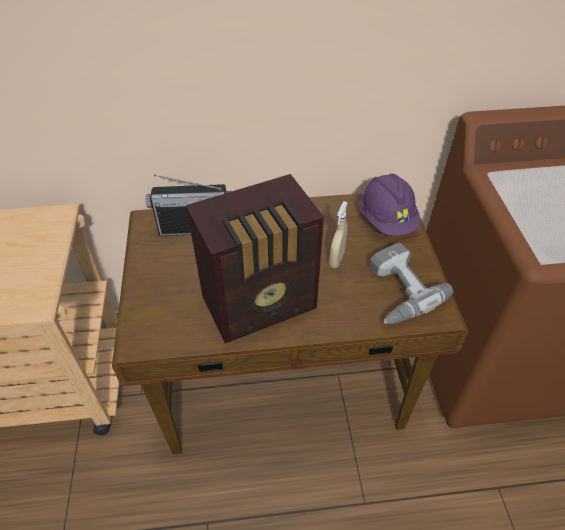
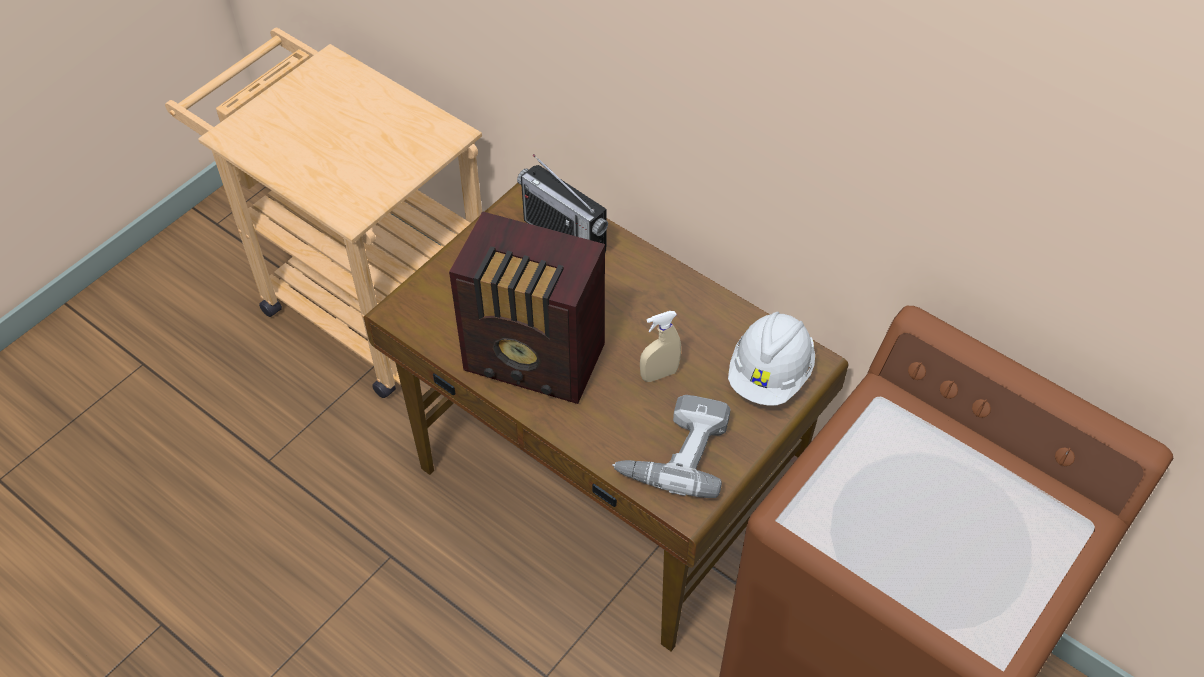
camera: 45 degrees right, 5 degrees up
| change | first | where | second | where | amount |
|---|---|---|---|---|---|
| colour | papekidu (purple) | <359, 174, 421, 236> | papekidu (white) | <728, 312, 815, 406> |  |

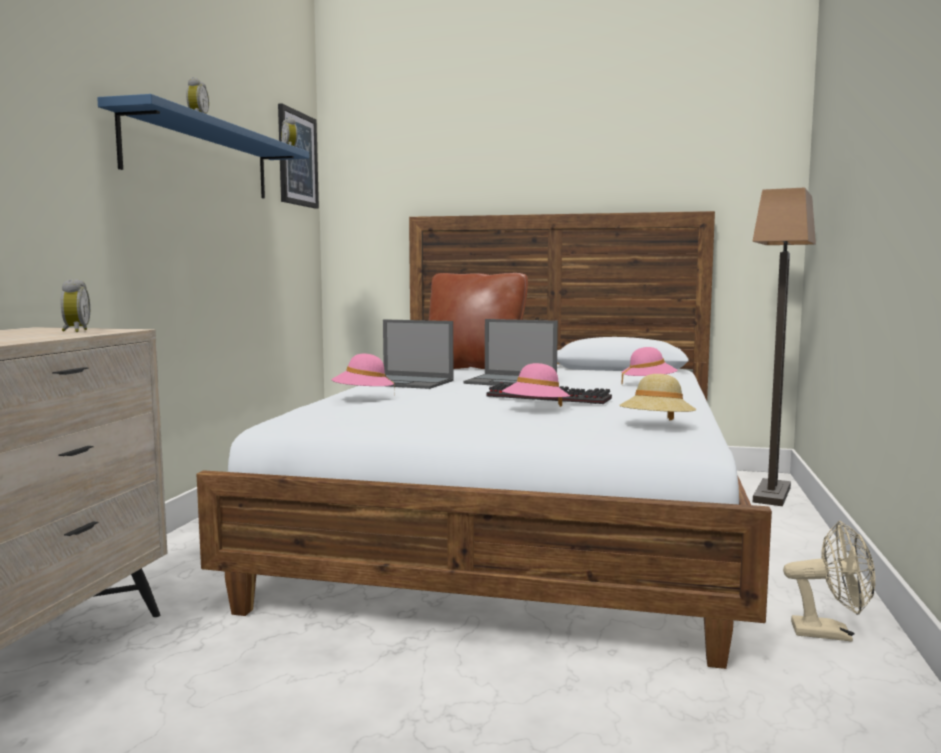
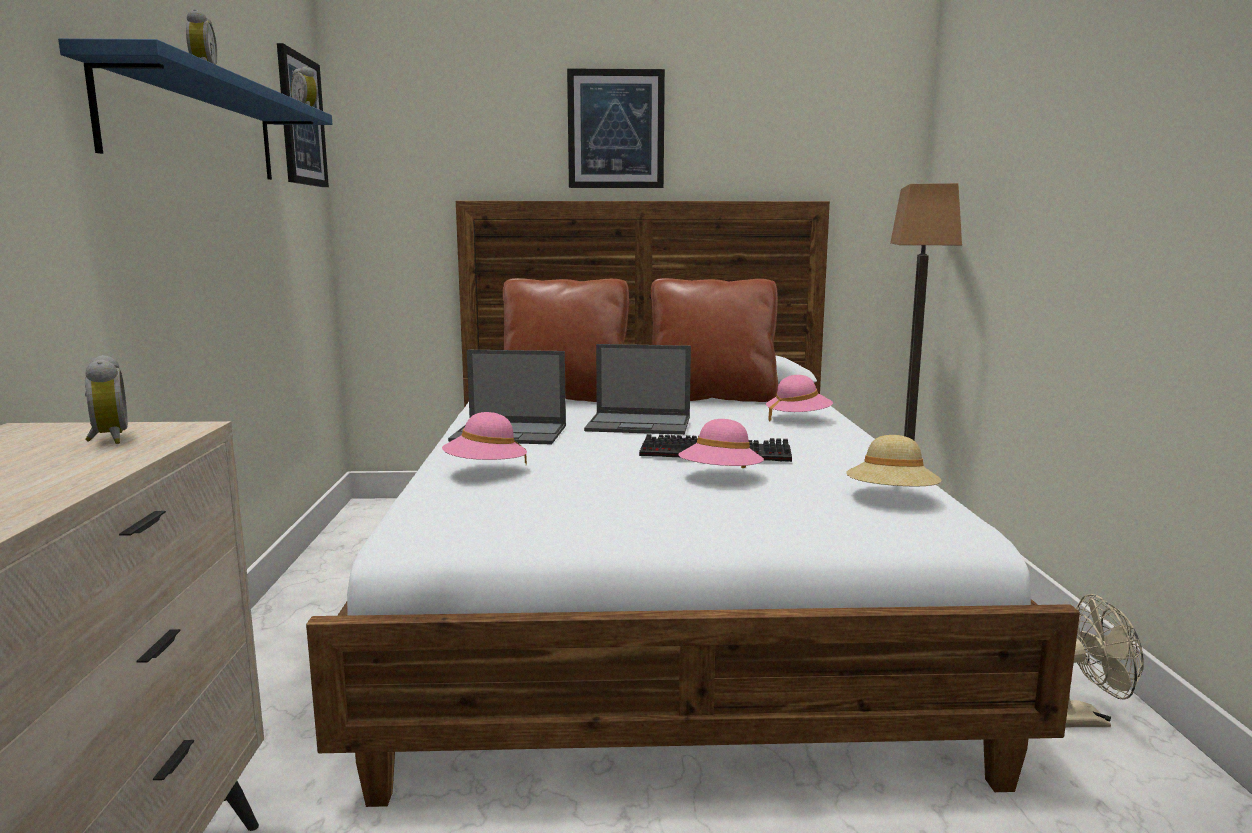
camera: 15 degrees left, 5 degrees up
| change | first | where | second | where | amount |
|---|---|---|---|---|---|
| appeared |  |  | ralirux | <567, 69, 665, 188> |  |
| appeared |  |  | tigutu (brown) | <651, 278, 778, 402> |  |

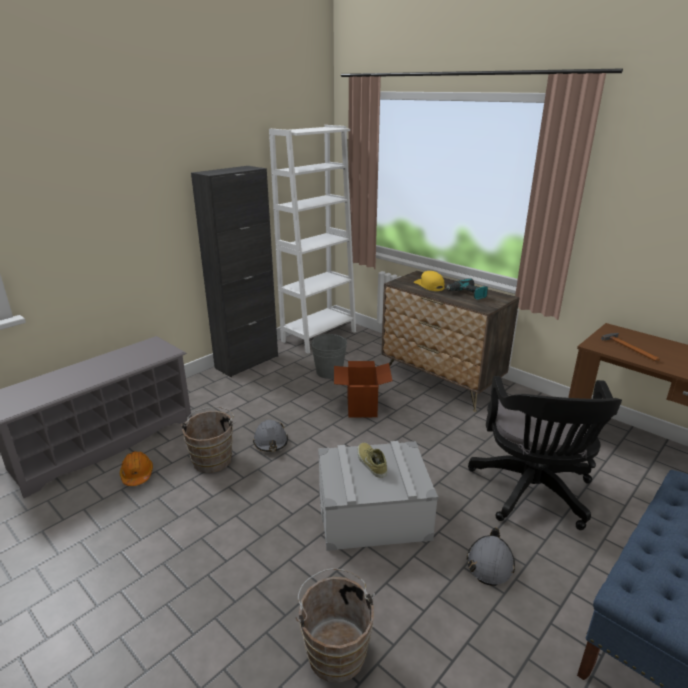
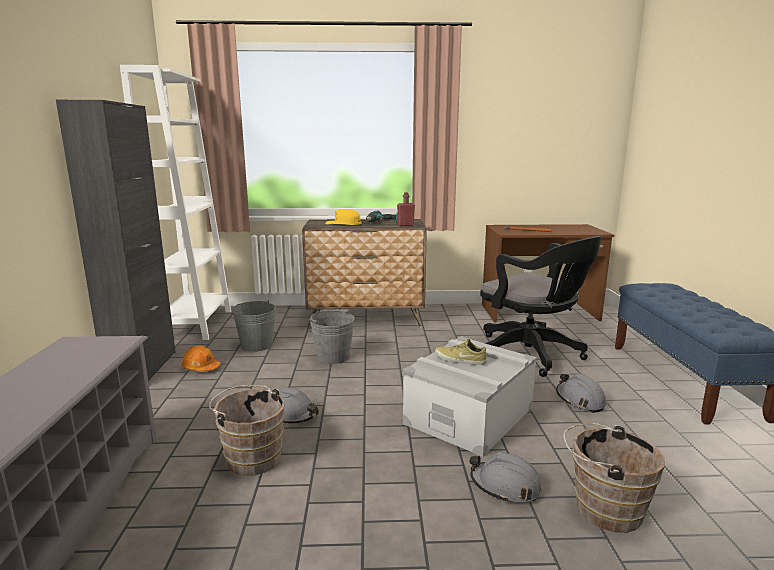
camera: 45 degrees left, 10 degrees down
| change | first | where | second | where | amount |
|---|---|---|---|---|---|
| exchanged | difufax | <334, 361, 392, 418> | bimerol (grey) | <310, 310, 355, 364> |  |
| relocated | papekidu (orange) | <120, 451, 153, 486> |  | <181, 345, 220, 371> |  |
| appeared |  |  | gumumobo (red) | <397, 192, 415, 226> |  |
| appeared |  |  | papekidu (grey) | <470, 452, 542, 503> |  |

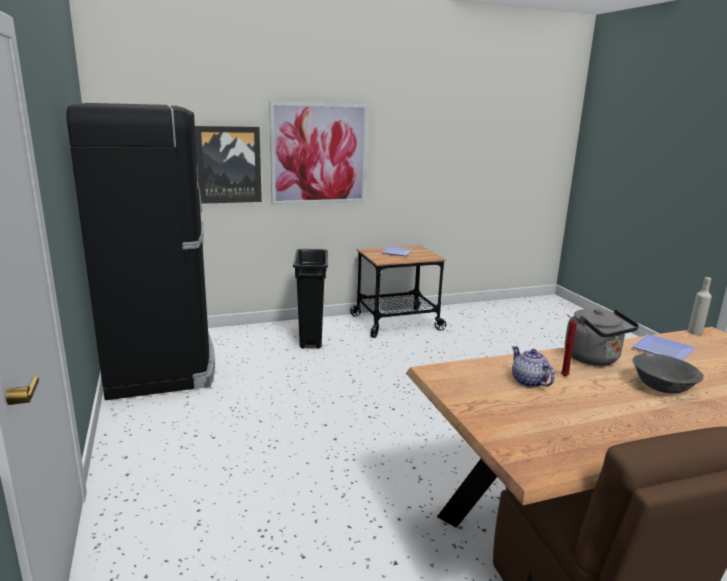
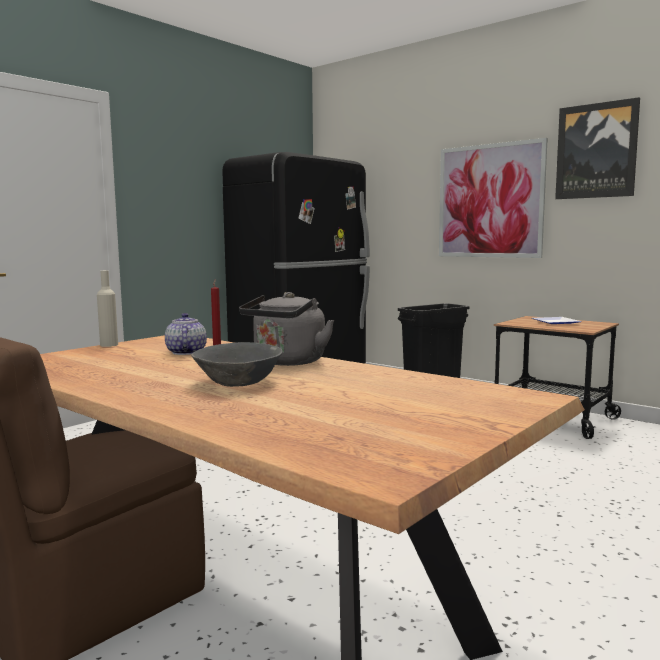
camera: 60 degrees right, 10 degrees down
| change | first | where | second | where | amount |
|---|---|---|---|---|---|
| relocated | ralirux | <195, 126, 262, 204> |  | <555, 97, 640, 199> |  |
| relocated | gumumobo (beige) | <688, 277, 712, 335> |  | <97, 271, 118, 347> |  |
| missing | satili | <632, 334, 696, 361> |  |  |  |
| spun | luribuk | <512, 346, 555, 388> |  | <165, 313, 207, 355> | 45 degrees counterclockwise |

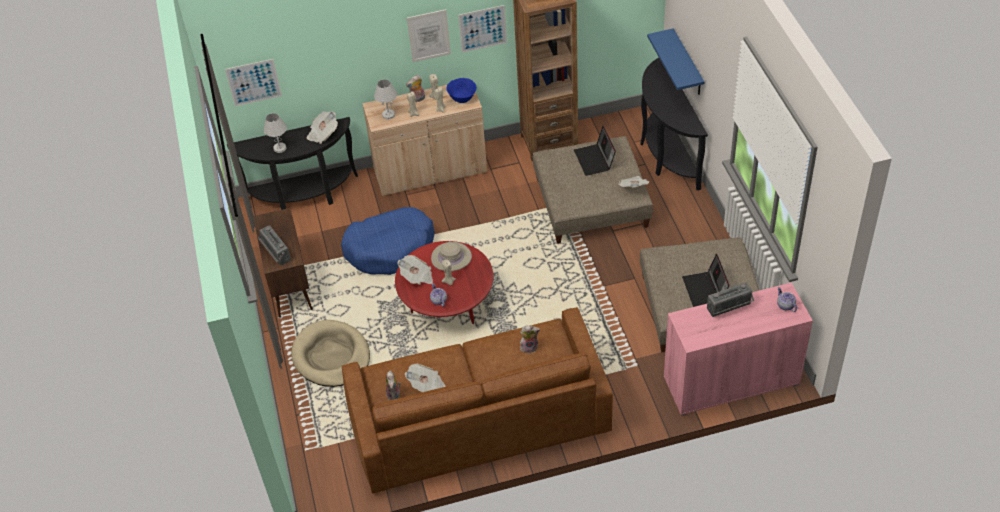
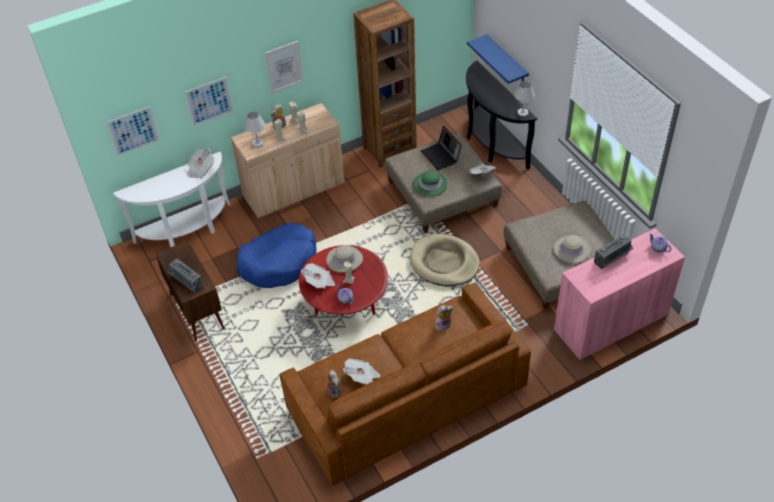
camera: 15 degrees left, 0 degrees up
| change | first | where | second | where | amount |
|---|---|---|---|---|---|
| relocated | ralirux | <458, 5, 507, 53> |  | <185, 77, 233, 126> |  |
| missing | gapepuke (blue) | <446, 78, 477, 103> |  |  |  |
| relocated | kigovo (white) | <264, 113, 287, 153> |  | <514, 81, 535, 117> |  |
| colour | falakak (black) | <227, 117, 358, 210> | falakak (white) | <113, 152, 230, 247> |  |
| exchanged | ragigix | <682, 254, 729, 307> | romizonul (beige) | <554, 235, 591, 264> |  |
| relocated | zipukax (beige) | <291, 320, 370, 387> |  | <410, 234, 480, 286> |  |
| appeared |  |  | romizonul (green) | <413, 171, 447, 196> |  |

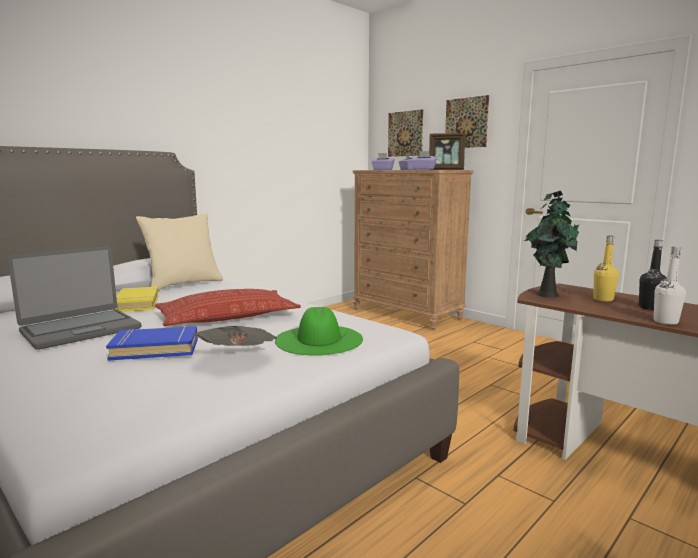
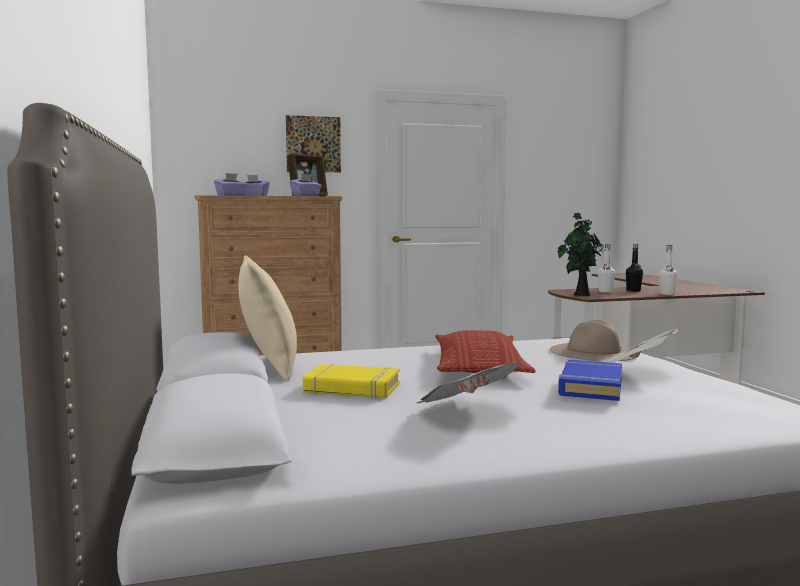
camera: 60 degrees left, 5 degrees down
| change | first | where | second | where | amount |
|---|---|---|---|---|---|
| missing | ralirux | <388, 109, 423, 157> |  |  |  |
| colour | gumumobo (yellow) | <593, 236, 619, 302> | gumumobo (white) | <598, 244, 615, 293> |  |
| exchanged | ragigix | <8, 246, 141, 350> | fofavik | <417, 362, 520, 403> |  |
| colour | romizonul (green) | <275, 307, 363, 356> | romizonul (beige) | <550, 319, 637, 361> |  |

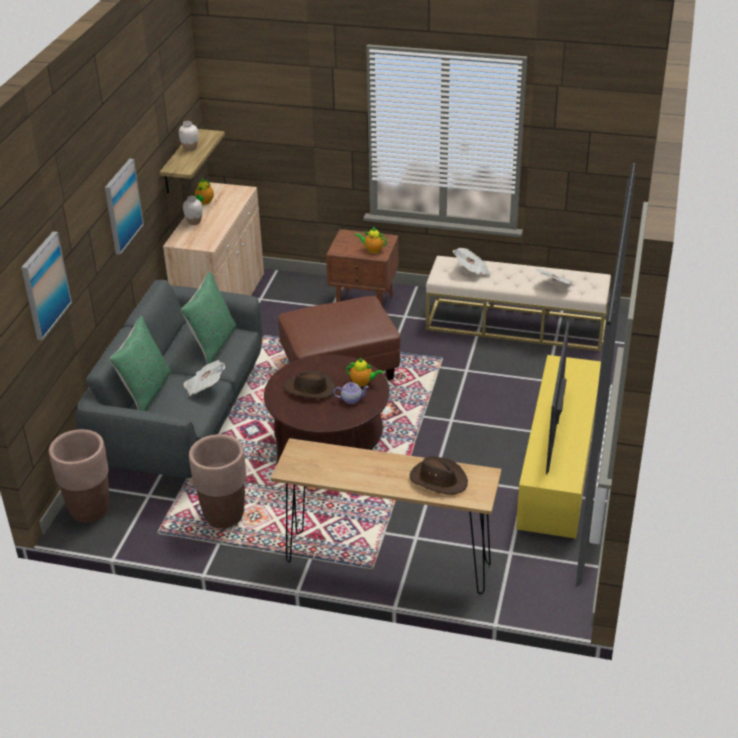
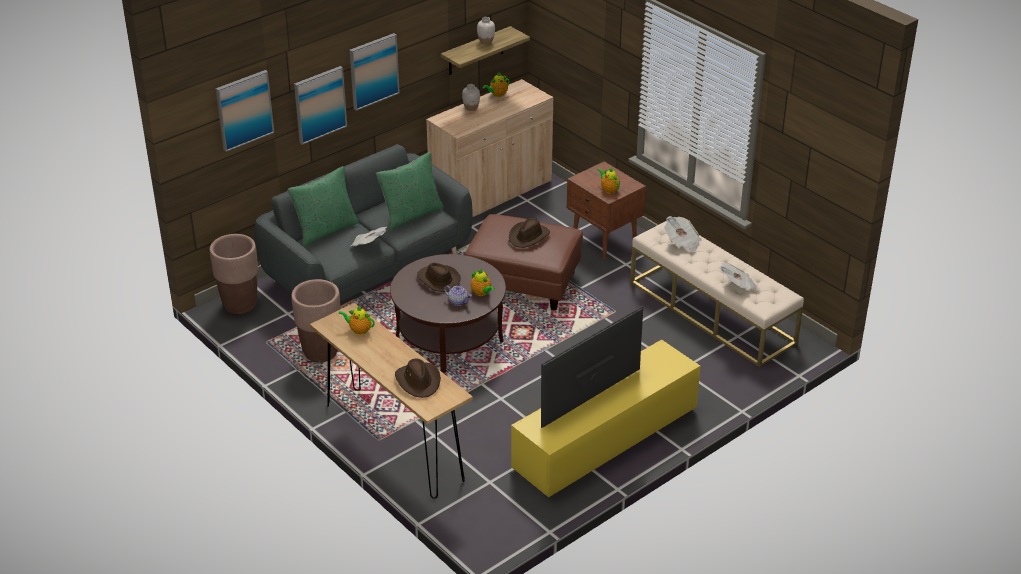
camera: 35 degrees right, 0 degrees up
| change | first | where | second | where | amount |
|---|---|---|---|---|---|
| appeared |  |  | ralirux | <294, 66, 347, 145> |  |
| appeared |  |  | romizonul (brown) | <509, 218, 550, 248> |  |
| appeared |  |  | luribuk | <338, 306, 375, 335> |  |

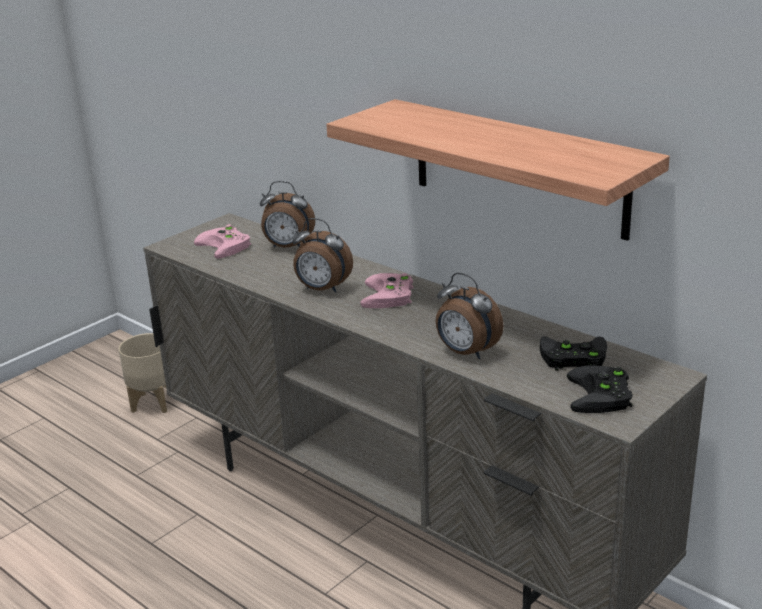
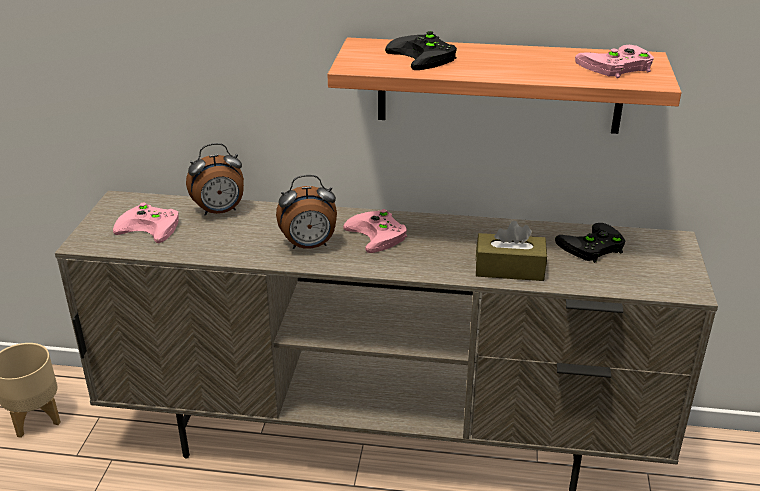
camera: 35 degrees left, 5 degrees up
| change | first | where | second | where | amount |
|---|---|---|---|---|---|
| exchanged | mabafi | <436, 272, 504, 359> | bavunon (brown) | <476, 221, 547, 281> |  |
| relocated | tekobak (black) | <567, 365, 633, 413> |  | <385, 31, 457, 70> |  |
| appeared |  |  | tekobak (pink) | <575, 45, 654, 78> |  |

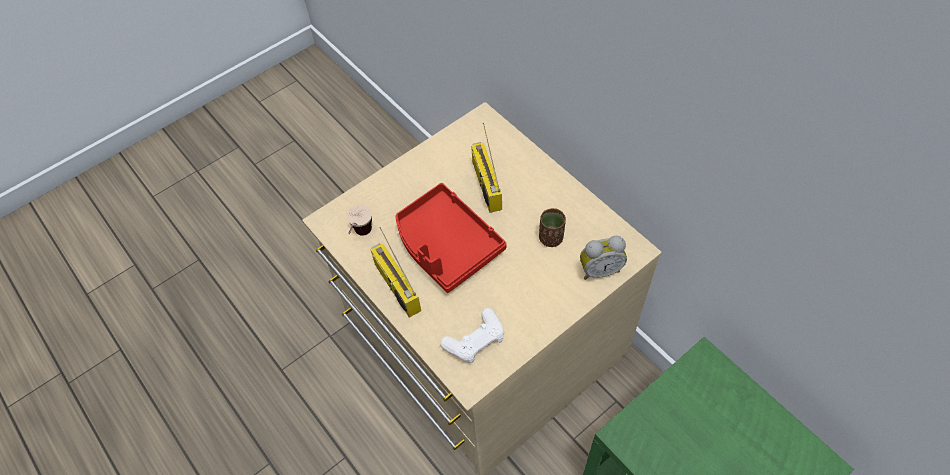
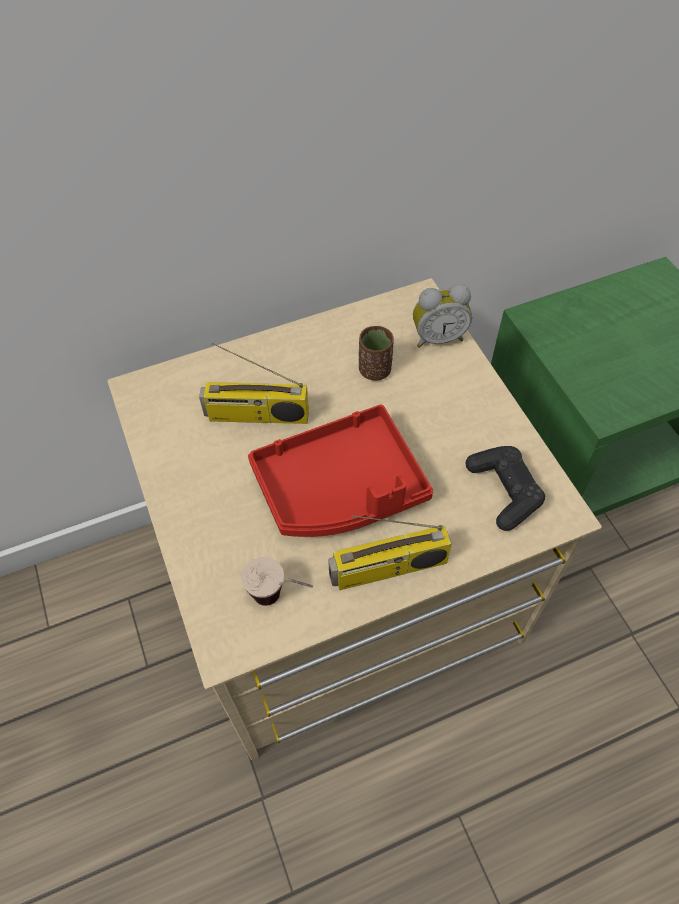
camera: 75 degrees left, 0 degrees up
| change | first | where | second | where | amount |
|---|---|---|---|---|---|
| spun | mabafi | <580, 236, 627, 280> |  | <413, 284, 472, 348> | 75 degrees clockwise |
| colour | tekobak (white) | <441, 308, 504, 363> | tekobak (black) | <466, 446, 546, 531> |  |

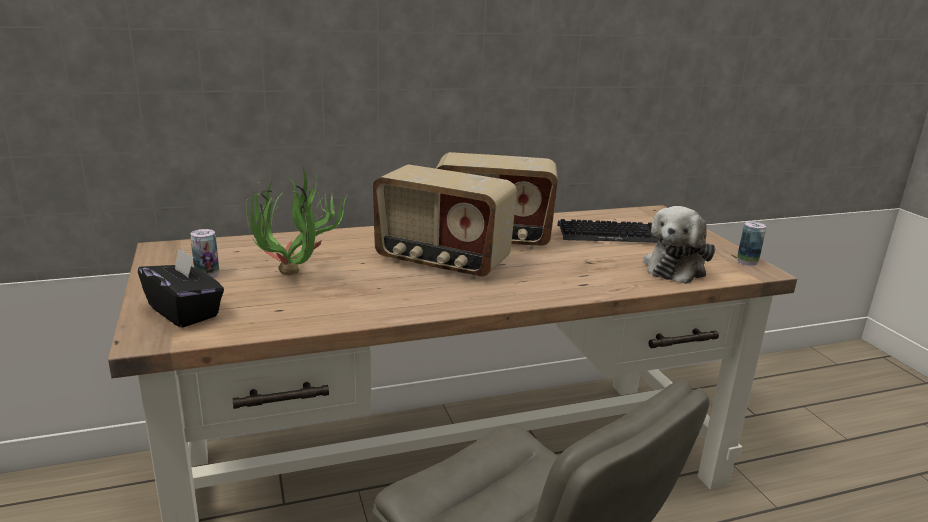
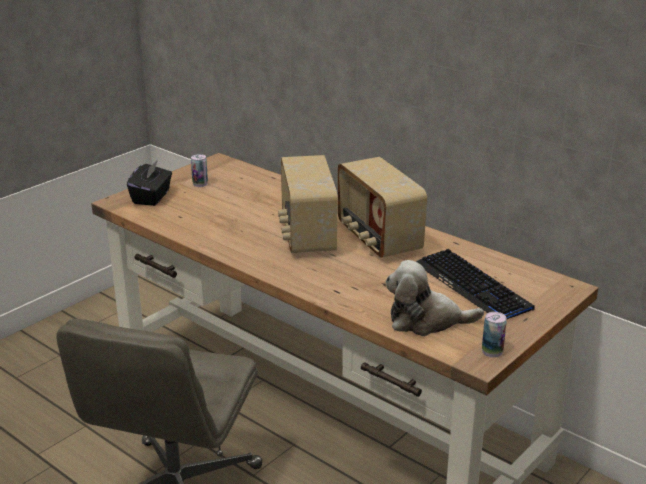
camera: 60 degrees right, 5 degrees up
| change | first | where | second | where | amount |
|---|---|---|---|---|---|
| missing | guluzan | <246, 167, 347, 275> |  |  |  |

